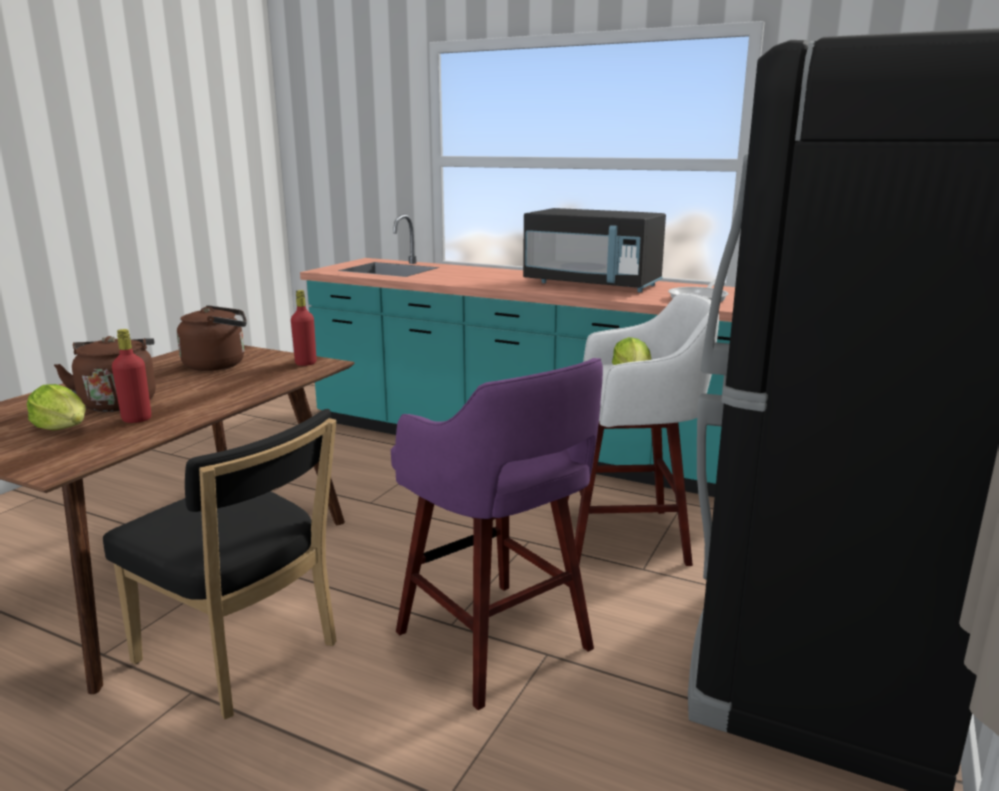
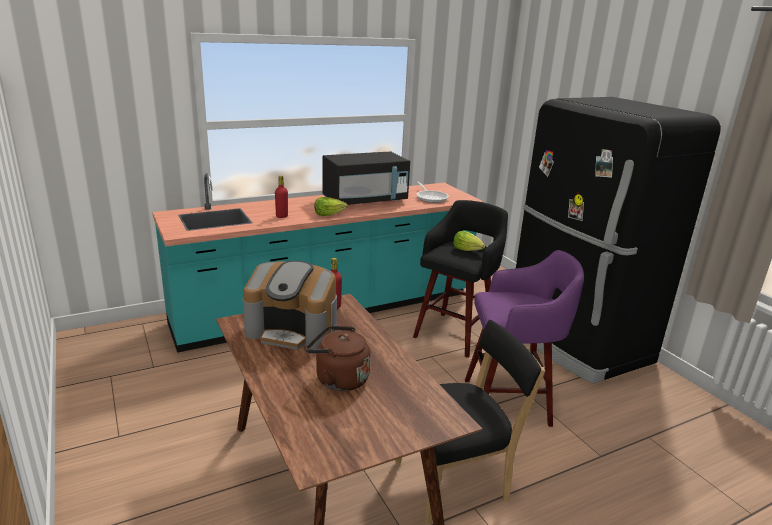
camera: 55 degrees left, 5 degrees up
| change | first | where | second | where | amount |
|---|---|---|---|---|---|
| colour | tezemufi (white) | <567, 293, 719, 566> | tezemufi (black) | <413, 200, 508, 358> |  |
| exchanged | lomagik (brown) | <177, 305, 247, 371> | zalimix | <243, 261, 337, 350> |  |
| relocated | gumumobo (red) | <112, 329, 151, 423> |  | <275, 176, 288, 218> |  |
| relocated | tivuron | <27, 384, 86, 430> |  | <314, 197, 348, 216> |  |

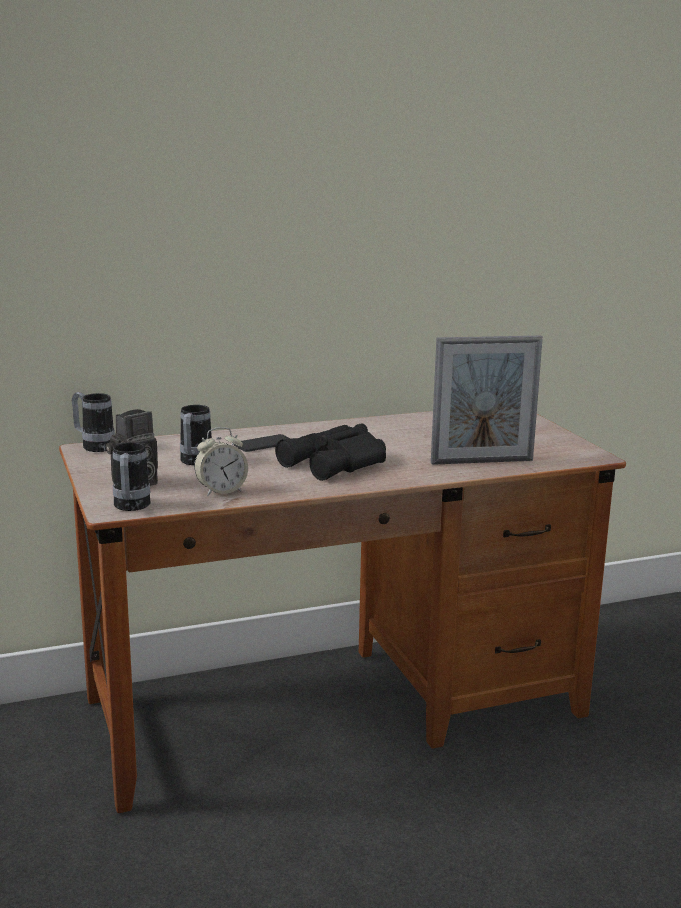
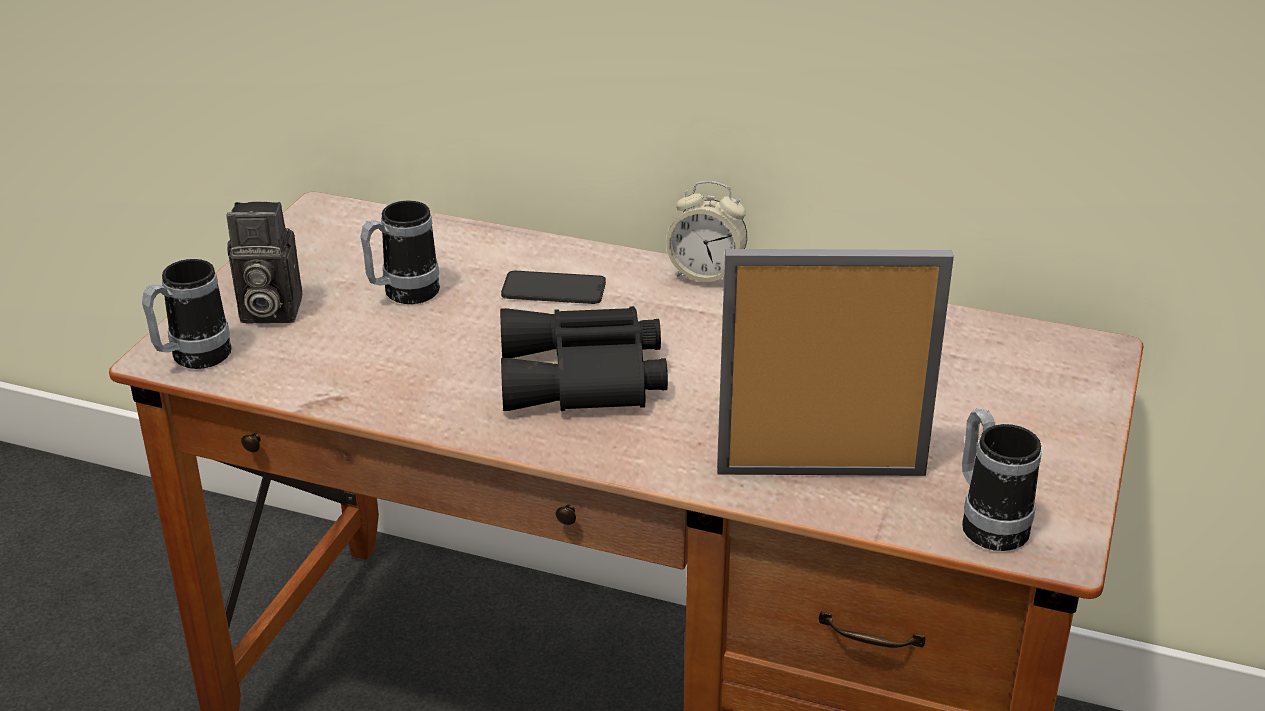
camera: 40 degrees right, 15 degrees up
| change | first | where | second | where | amount |
|---|---|---|---|---|---|
| spun | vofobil | <431, 336, 543, 465> |  | <717, 249, 954, 476> | 150 degrees clockwise |
| relocated | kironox | <72, 392, 115, 452> |  | <962, 409, 1042, 551> |  |
| relocated | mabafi | <194, 427, 248, 496> |  | <666, 181, 747, 282> |  |

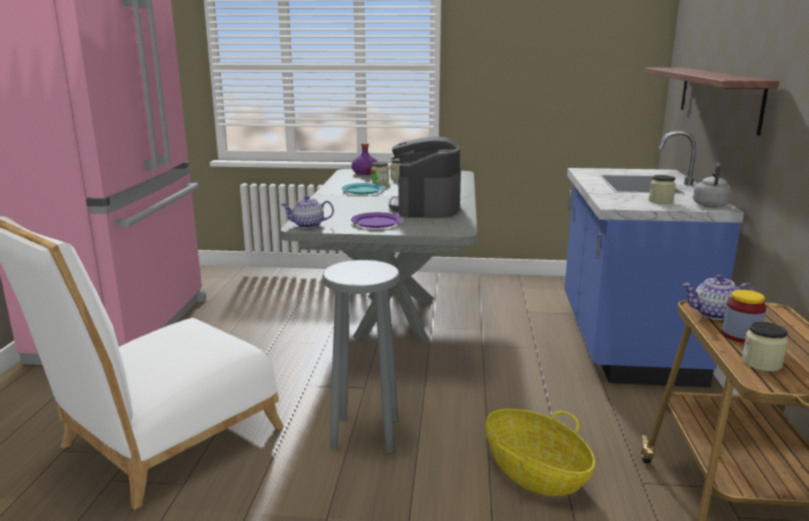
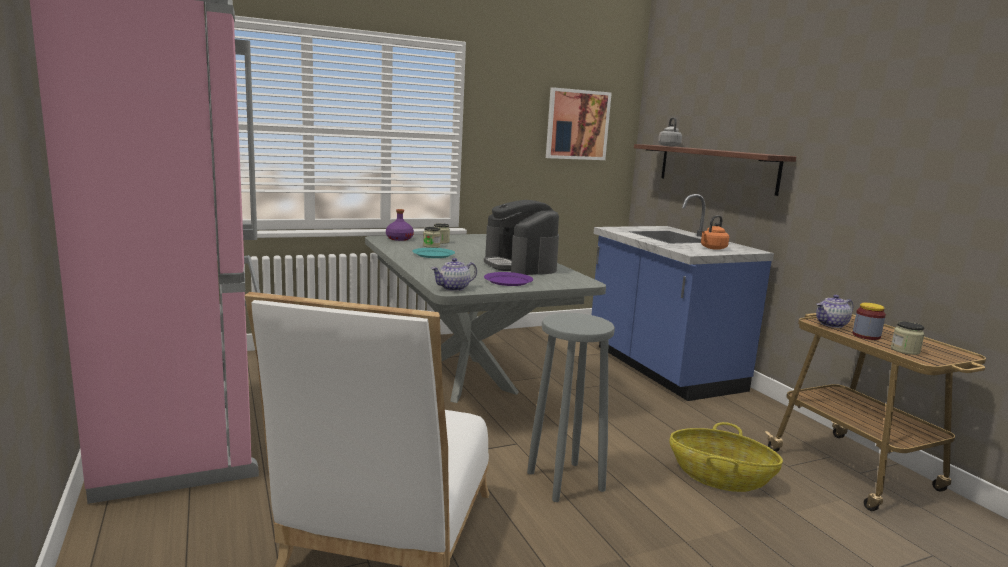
camera: 30 degrees left, 5 degrees down
| change | first | where | second | where | amount |
|---|---|---|---|---|---|
| relocated | lomagik (grey) | <693, 163, 732, 207> |  | <658, 117, 682, 147> |  |
| exchanged | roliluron | <649, 175, 676, 204> | lomagik (orange) | <701, 215, 729, 250> |  |
| appeared |  |  | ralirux | <546, 87, 612, 160> |  |

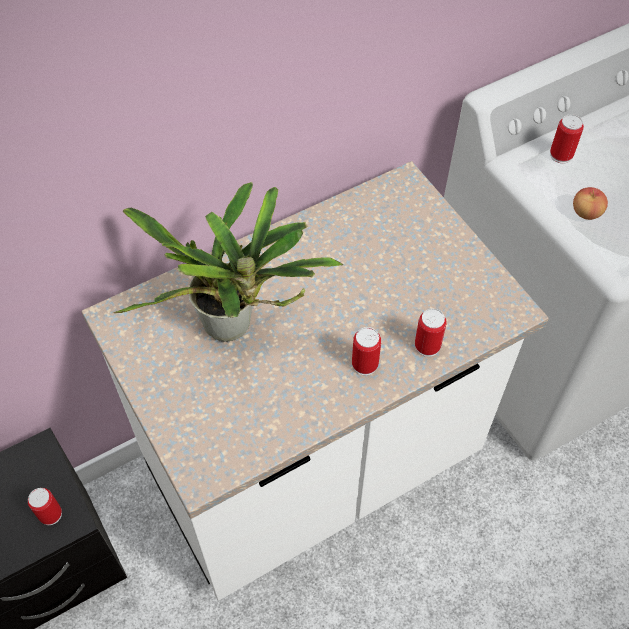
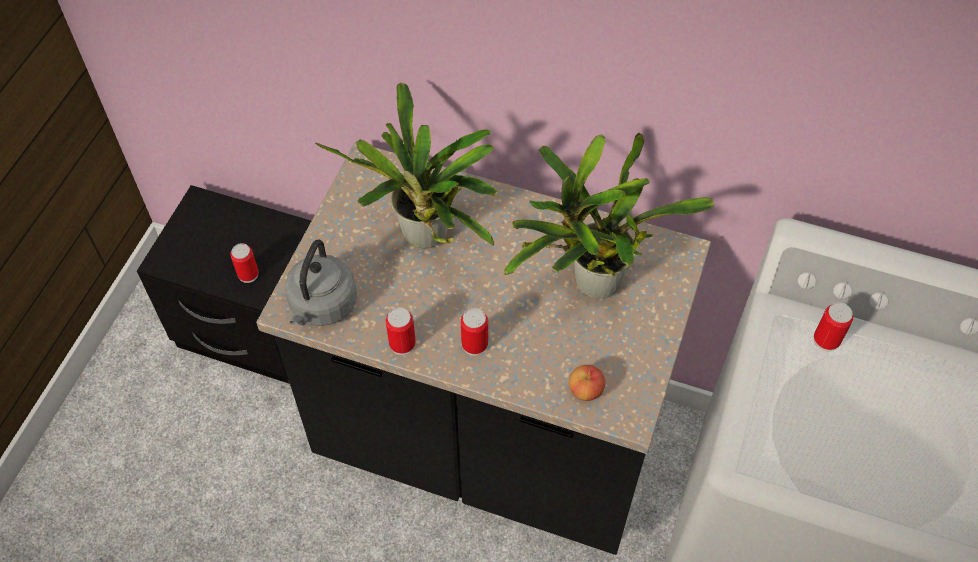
camera: 50 degrees right, 0 degrees up
| change | first | where | second | where | amount |
|---|---|---|---|---|---|
| colour | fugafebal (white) | <82, 161, 549, 601> | fugafebal (black) | <256, 142, 711, 555> |  |
| relocated | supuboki | <573, 187, 608, 220> |  | <569, 365, 605, 401> |  |
| relocated | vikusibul | <415, 309, 446, 357> |  | <386, 307, 416, 355> |  |
| appeared |  |  | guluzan | <504, 133, 714, 299> |  |
| appeared |  |  | lomagik (grey) | <285, 240, 357, 326> |  |

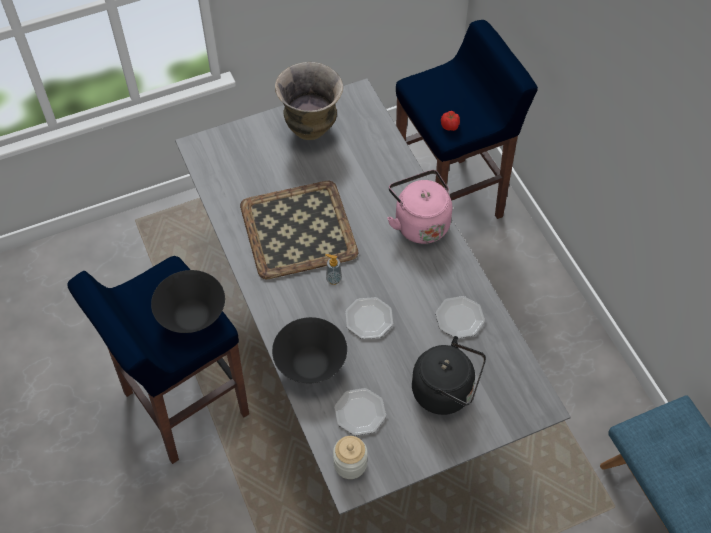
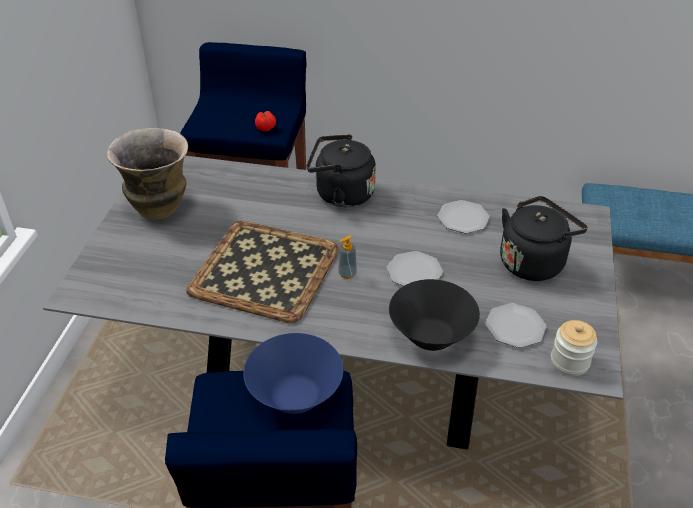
camera: 55 degrees left, 15 degrees down
| change | first | where | second | where | amount |
|---|---|---|---|---|---|
| colour | lomagik (pink) | <387, 170, 452, 244> | lomagik (black) | <307, 134, 376, 207> |  |
| colour | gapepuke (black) | <151, 270, 225, 333> | gapepuke (blue) | <243, 333, 343, 414> |  |

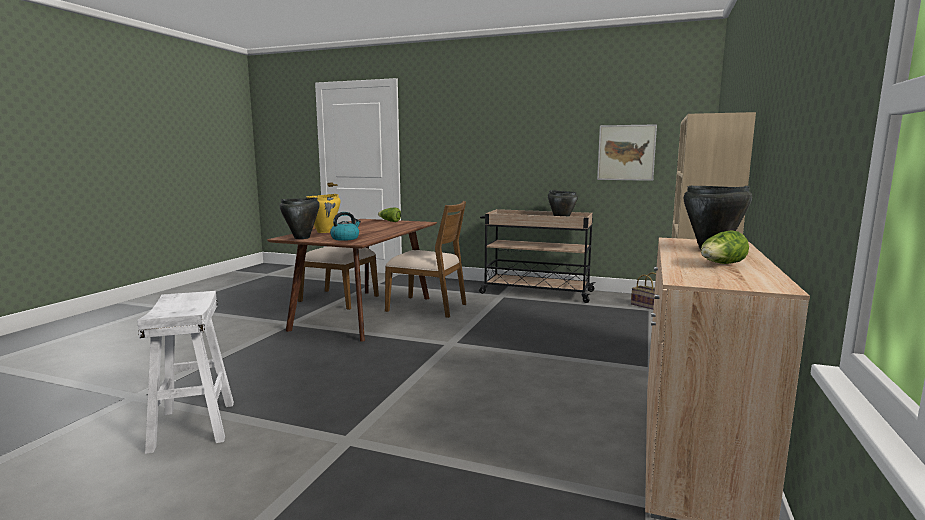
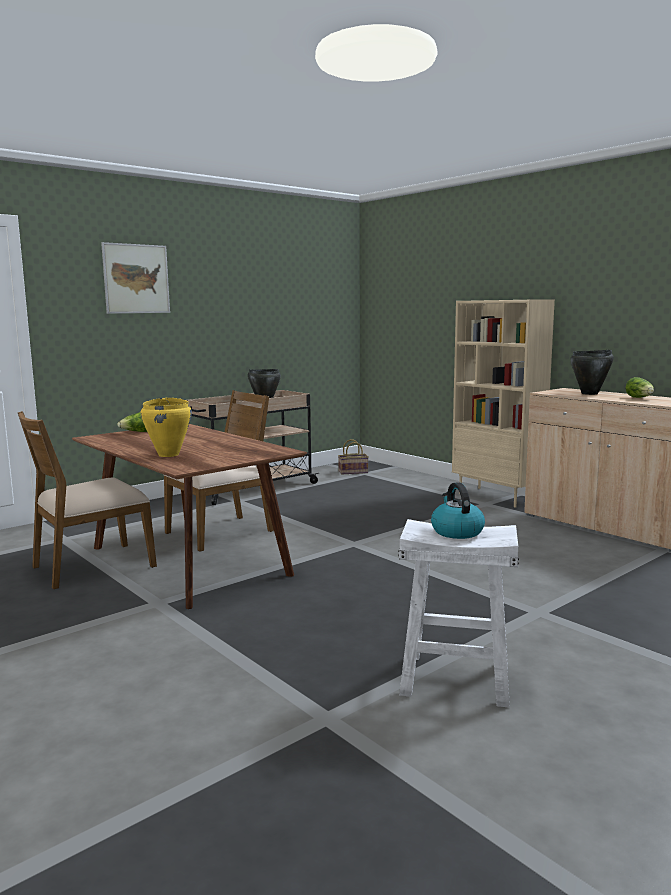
camera: 60 degrees left, 0 degrees up
| change | first | where | second | where | amount |
|---|---|---|---|---|---|
| relocated | ralirux | <597, 124, 657, 181> |  | <101, 242, 170, 314> |  |
| missing | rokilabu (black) | <280, 197, 320, 239> |  |  |  |
| relocated | lomagik | <330, 212, 361, 241> |  | <431, 482, 485, 539> |  |

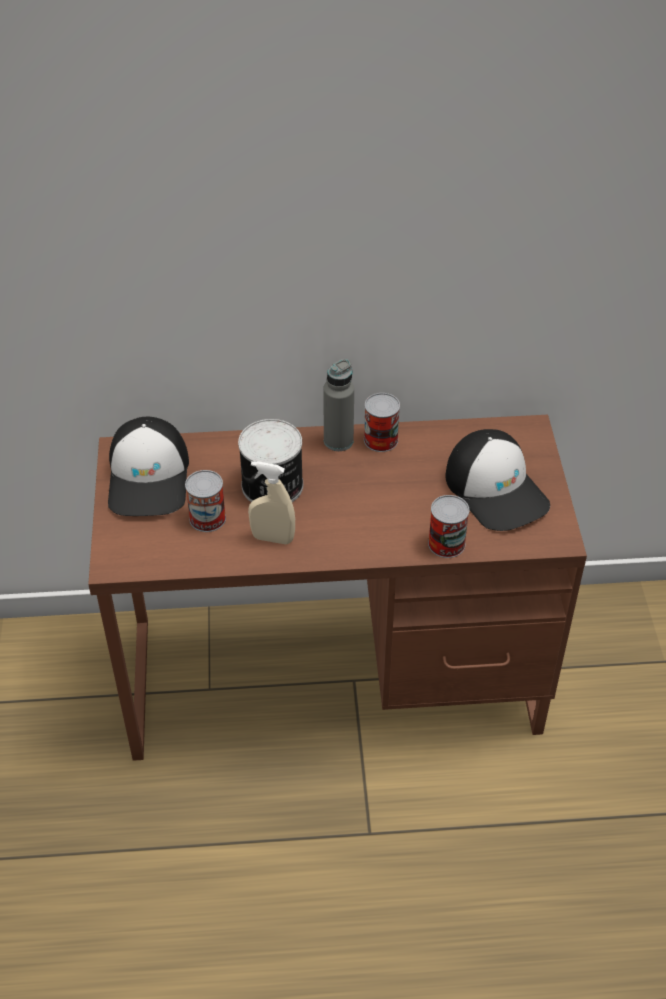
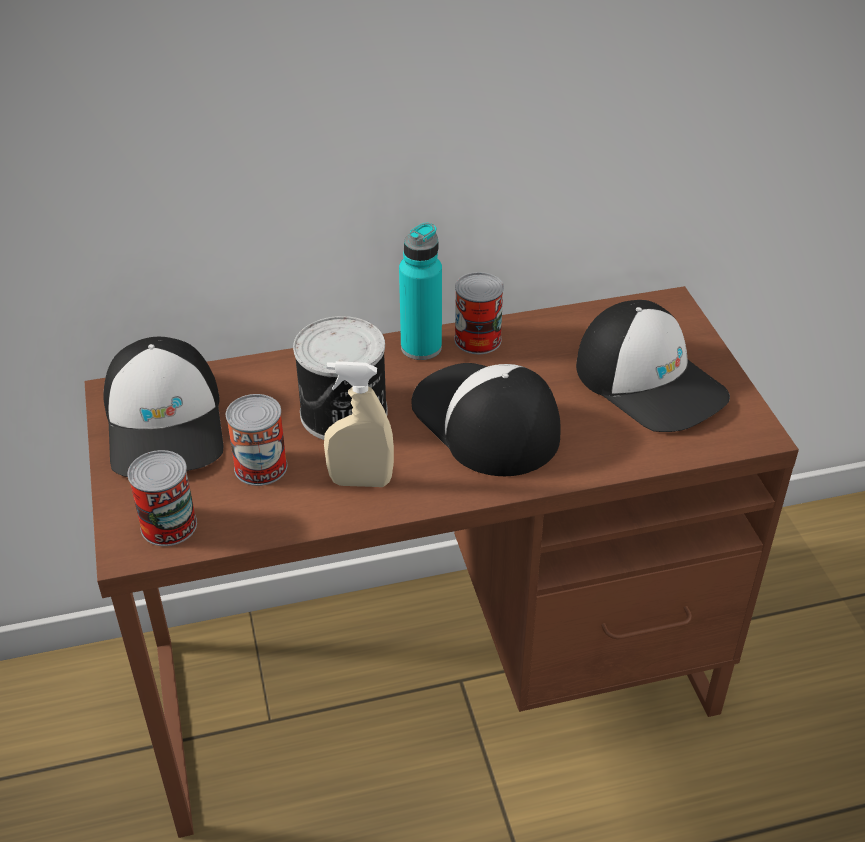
camera: 10 degrees left, 5 degrees down
| change | first | where | second | where | amount |
|---|---|---|---|---|---|
| colour | gumumobo (grey) | <323, 359, 354, 451> | gumumobo (turquoise) | <399, 223, 442, 360> |  |
| relocated | vikusibul | <428, 495, 469, 558> |  | <127, 450, 197, 546> |  |
| appeared |  |  | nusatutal | <412, 363, 561, 476> |  |

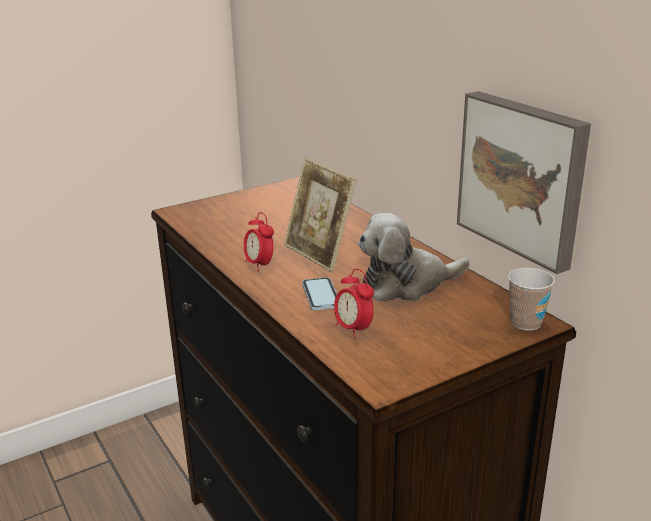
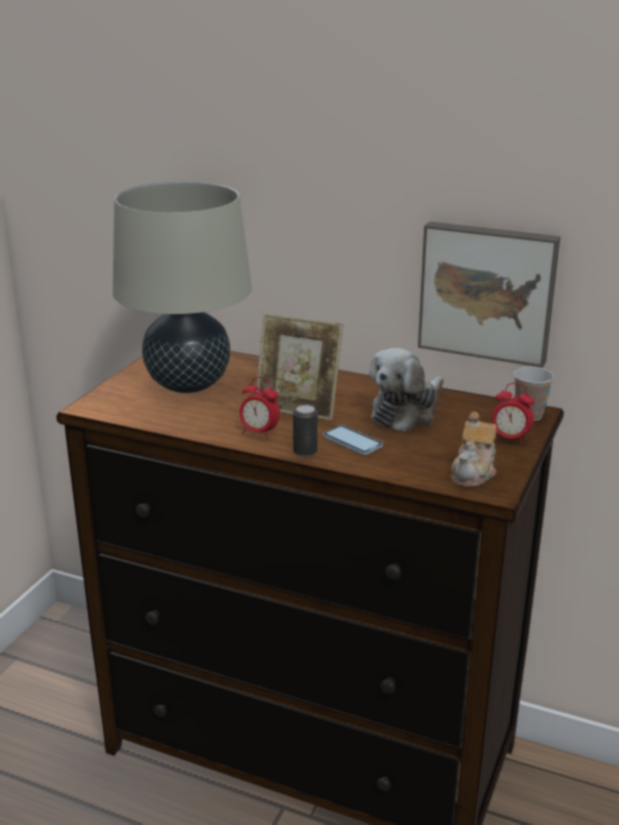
camera: 35 degrees left, 0 degrees up
| change | first | where | second | where | amount |
|---|---|---|---|---|---|
| relocated | mabafi | <334, 269, 374, 339> |  | <492, 383, 534, 445> |  |
| appeared |  |  | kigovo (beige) | <113, 181, 252, 393> |  |
| appeared |  |  | vikusibul | <293, 405, 318, 457> |  |
| appeared |  |  | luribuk | <451, 412, 497, 487> |  |

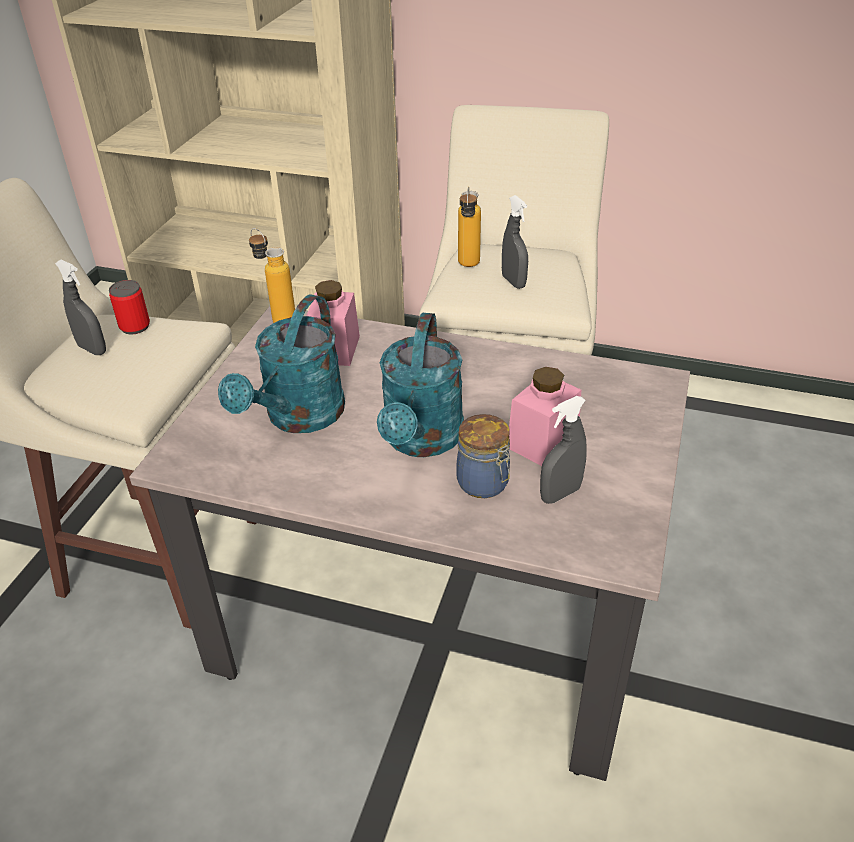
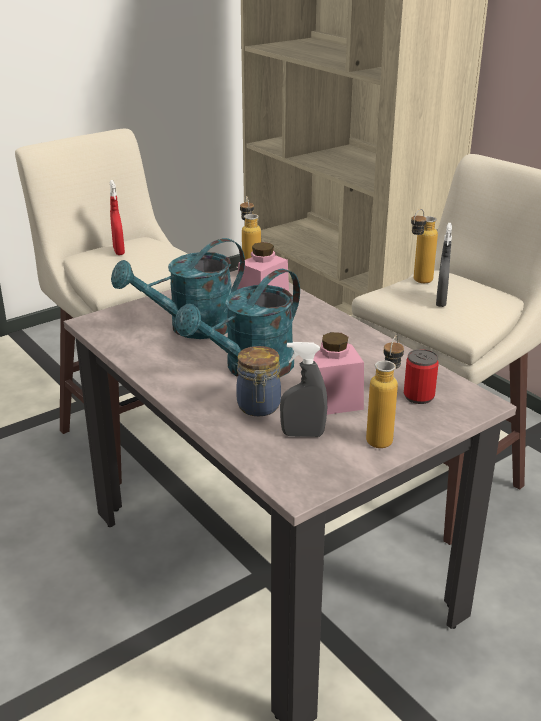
camera: 35 degrees right, 10 degrees down
| change | first | where | second | where | amount |
|---|---|---|---|---|---|
| colour | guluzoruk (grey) | <55, 260, 106, 355> | guluzoruk (red) | <110, 180, 125, 255> |  |
| relocated | vikusibul | <109, 280, 150, 334> |  | <404, 349, 439, 404> |  |
| appeared |  |  | gumumobo | <366, 335, 404, 448> |  |

